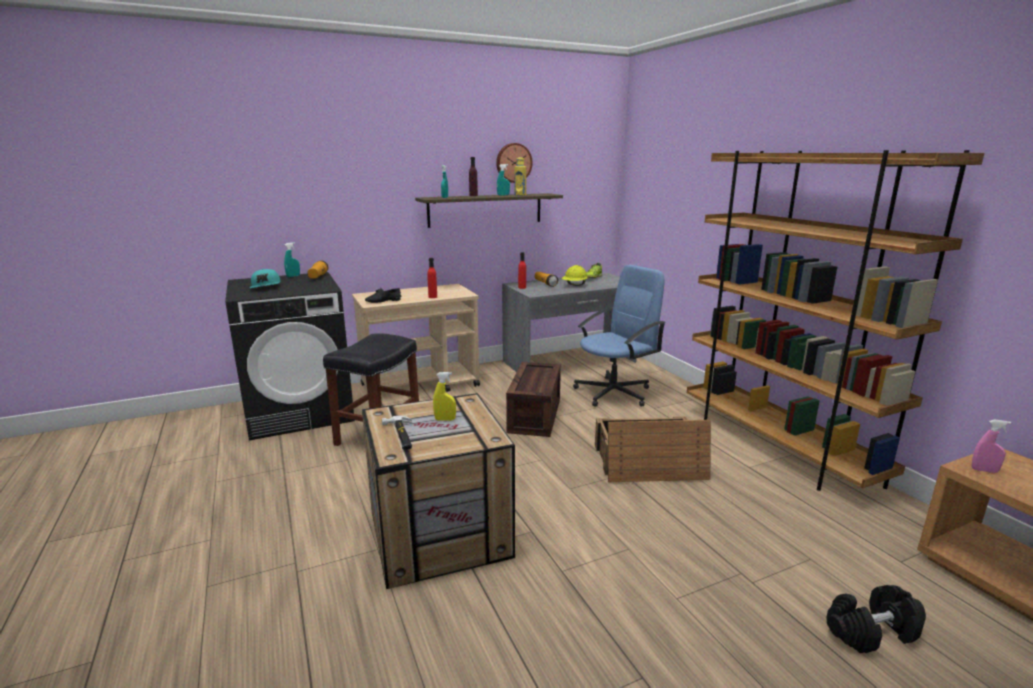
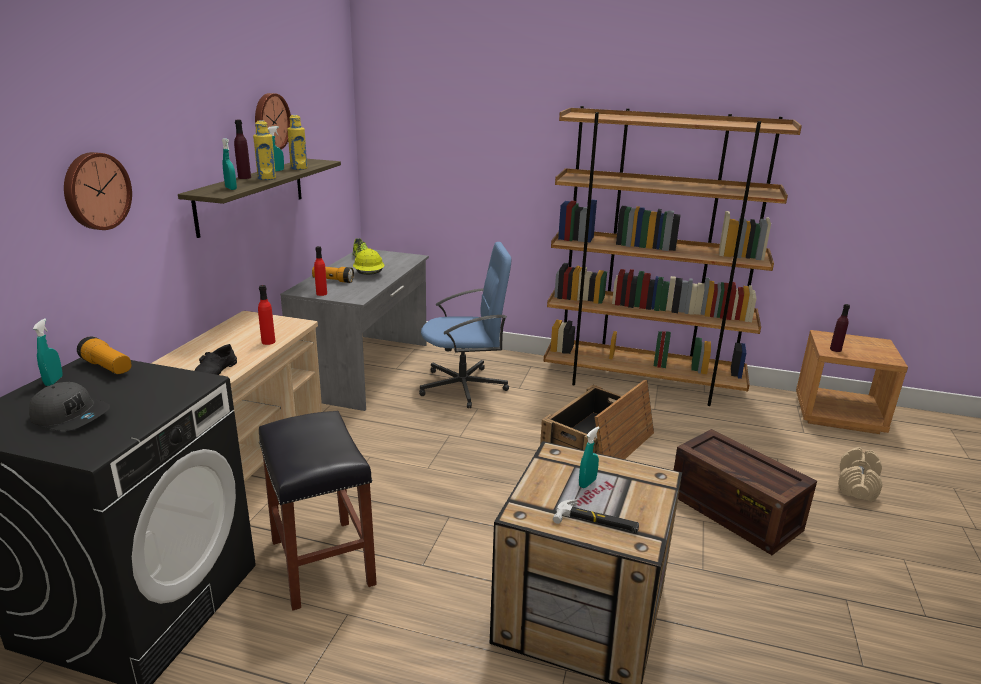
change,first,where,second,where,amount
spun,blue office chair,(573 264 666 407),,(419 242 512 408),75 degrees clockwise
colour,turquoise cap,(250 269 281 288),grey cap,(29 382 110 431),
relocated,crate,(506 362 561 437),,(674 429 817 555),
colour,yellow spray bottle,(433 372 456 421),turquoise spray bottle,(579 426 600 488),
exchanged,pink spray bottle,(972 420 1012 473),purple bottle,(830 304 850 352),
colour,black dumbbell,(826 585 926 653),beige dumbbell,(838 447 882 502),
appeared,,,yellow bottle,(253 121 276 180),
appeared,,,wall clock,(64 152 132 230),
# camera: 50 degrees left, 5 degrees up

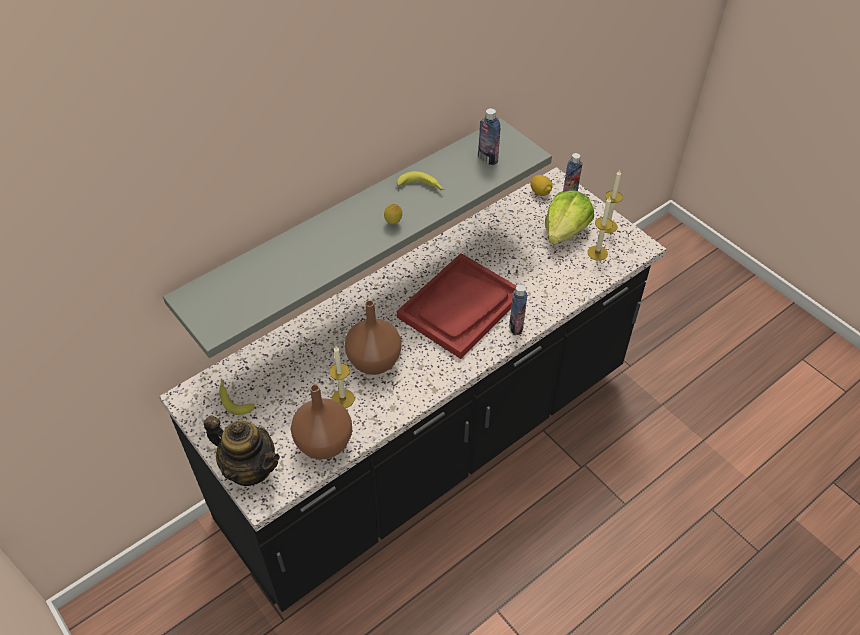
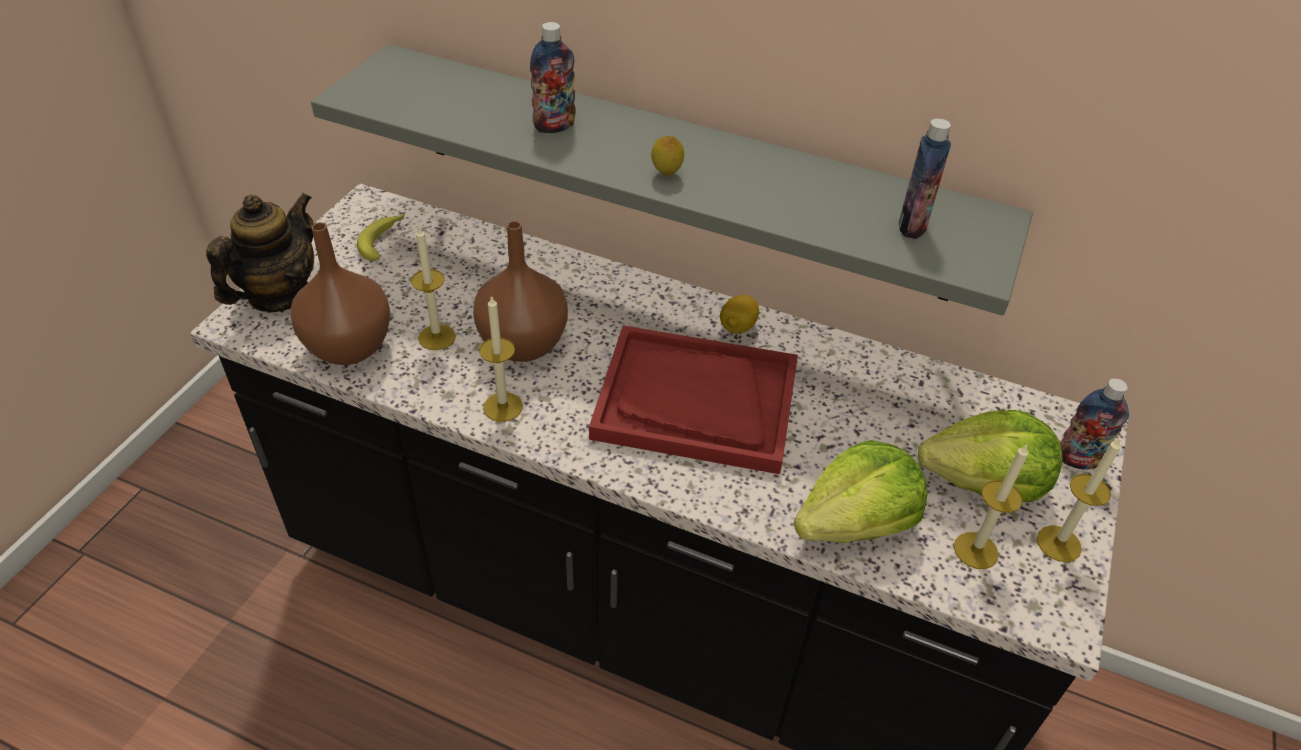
change,first,where,second,where,amount
missing,banana,(397 171 444 190),,,
relocated,lemon,(531 175 552 196),,(720 295 759 334),
relocated,bottle,(509 284 527 335),,(530 22 576 133),
spun,teapot,(204 415 280 486),,(206 192 314 312),150 degrees counterclockwise
appeared,,,candle,(479 295 523 422),
appeared,,,lettuce,(793 440 928 543),
# camera: 60 degrees right, 5 degrees down

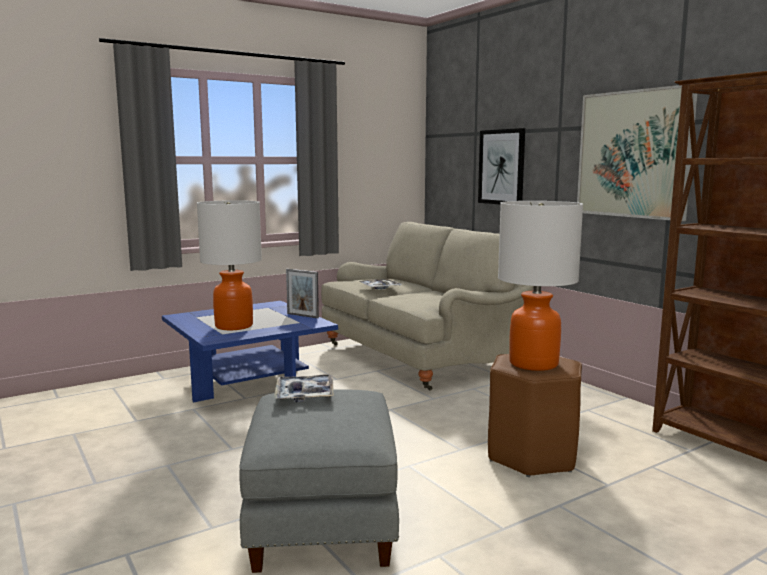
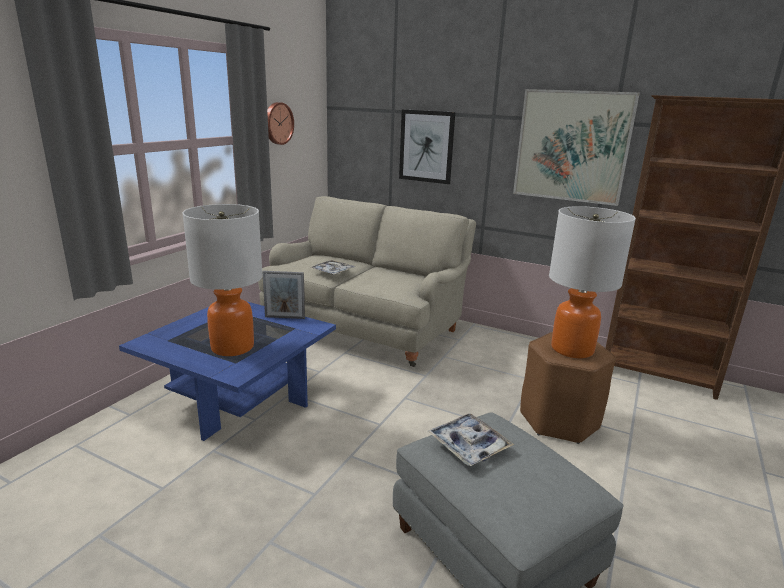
change,first,where,second,where,amount
appeared,,,wall clock,(267 102 294 145),
# camera: 30 degrees left, 10 degrees up

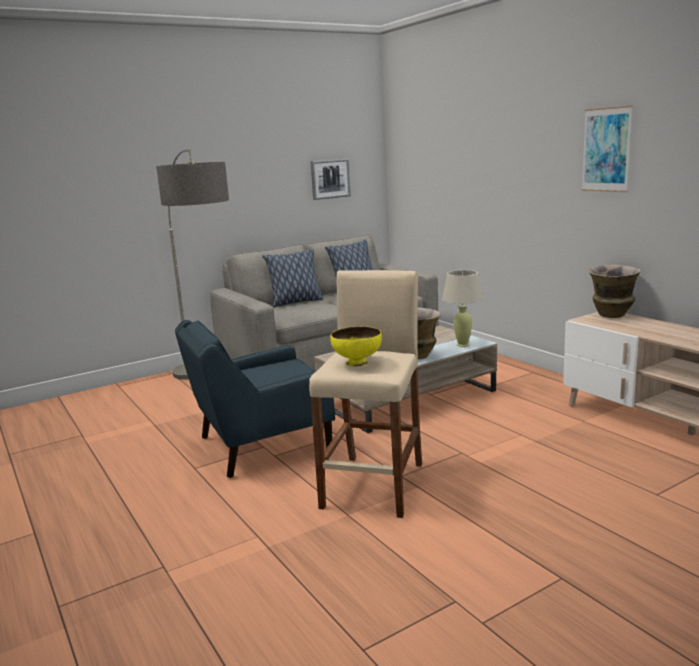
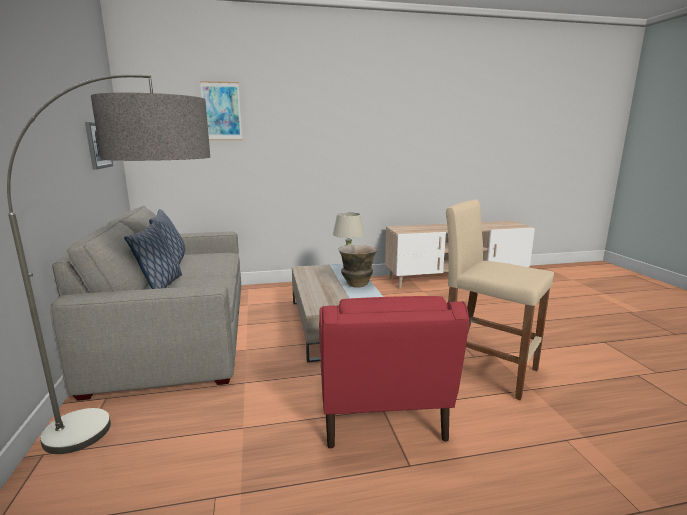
change,first,where,second,where,amount
relocated,picture,(581 106 633 192),,(200 81 242 140),
missing,vase,(588 265 641 318),,,
colour,blue armchair,(175 320 335 478),red armchair,(319 296 469 449),
missing,yellow bowl,(330 326 382 367),,,
# camera: 70 degrees left, 0 degrees up

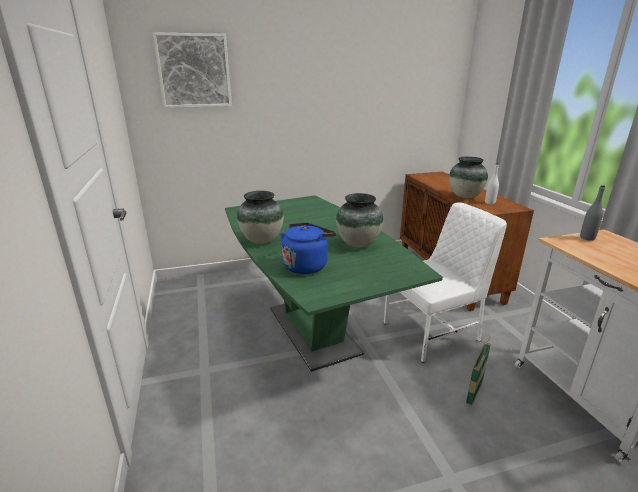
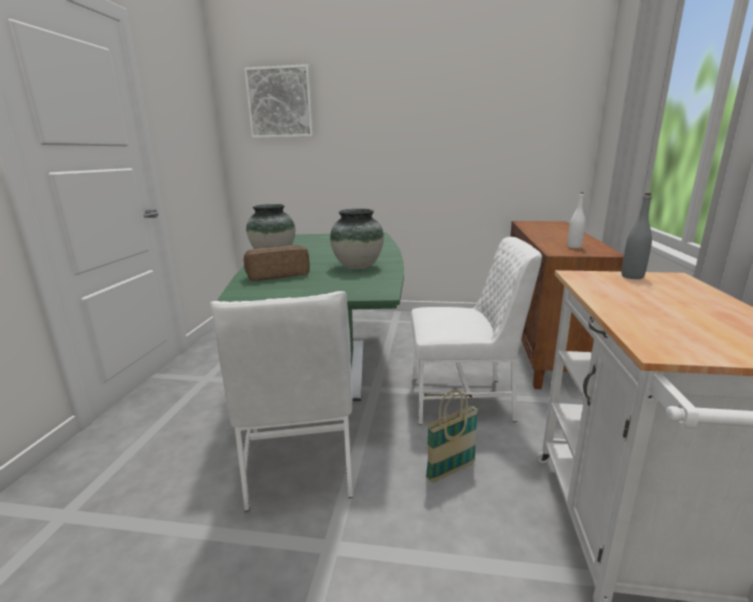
change,first,where,second,where,amount
missing,vase,(449 156 488 199),,,
exchanged,blue kettle,(281 222 336 274),bread,(243 245 310 281),
appeared,,,white chair,(210 291 353 512),
# camera: 25 degrees right, 5 degrees down

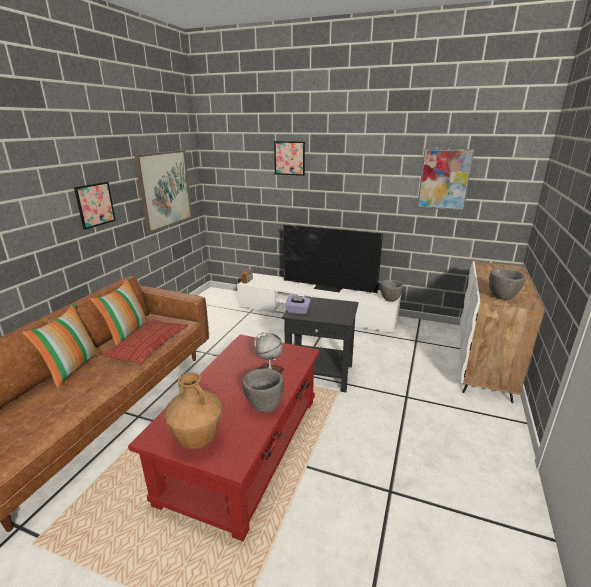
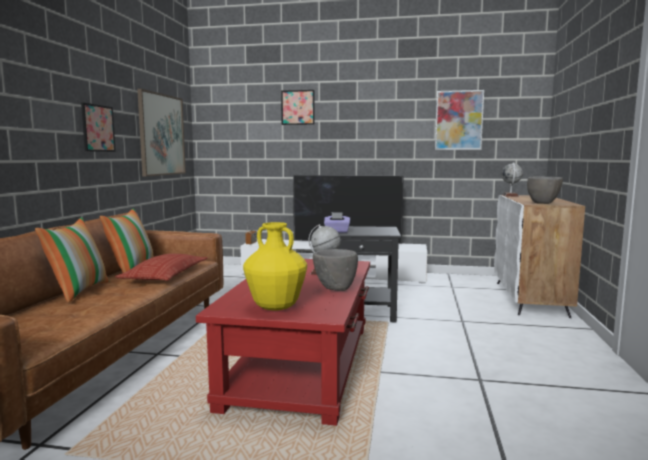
change,first,where,second,where,amount
missing,grey bowl,(380 280 403 302),,,
colour,brown vase,(164 373 222 449),yellow vase,(243 222 307 311),
appeared,,,globe,(501 162 523 197),
# camera: 10 degrees left, 15 degrees down

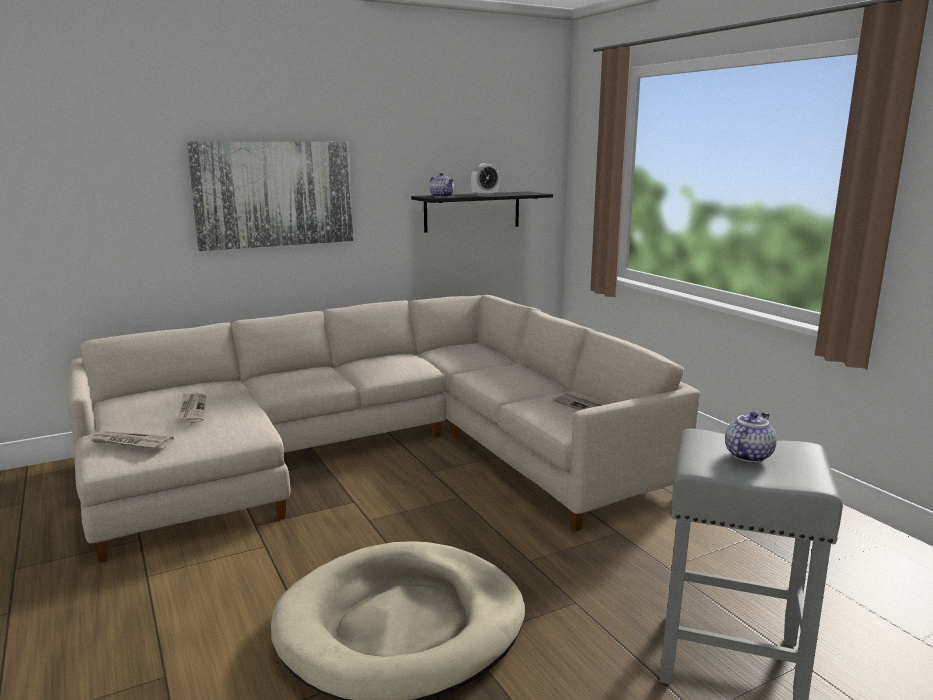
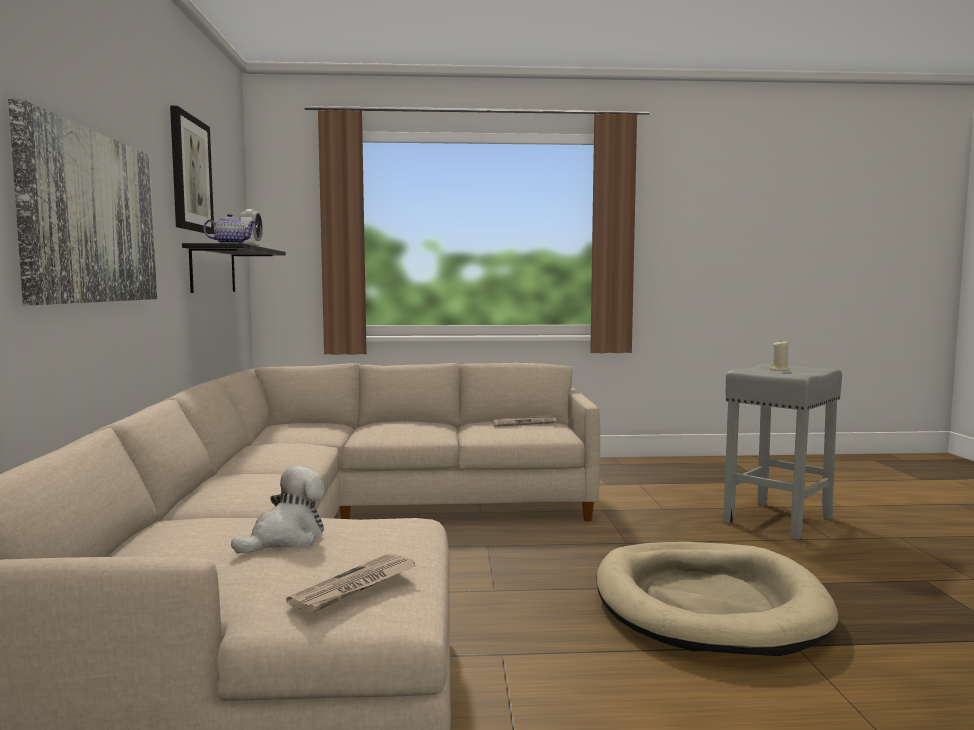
change,first,where,second,where,amount
exchanged,newspaper,(176 393 206 423),plush toy,(231 466 325 554),
exchanged,teapot,(725 411 777 462),beige candle,(770 342 790 371),
appeared,,,picture,(170 106 214 234),
# camera: 65 degrees left, 10 degrees down

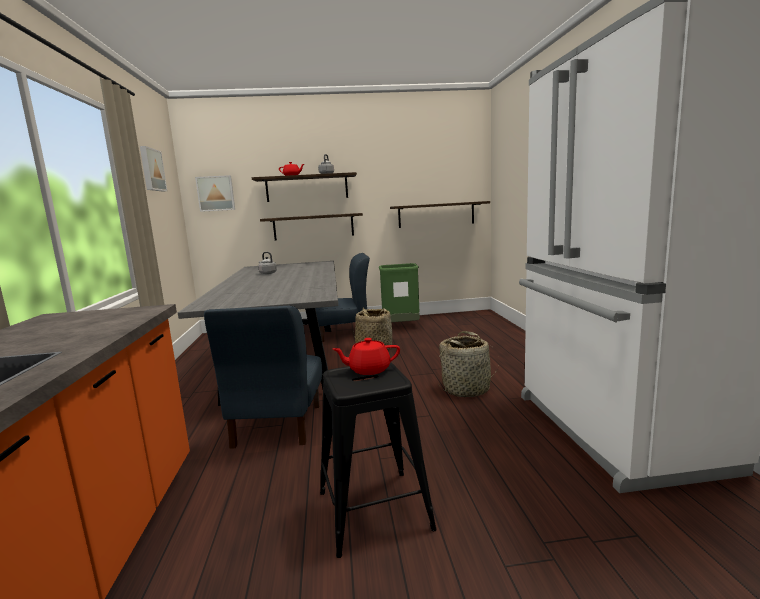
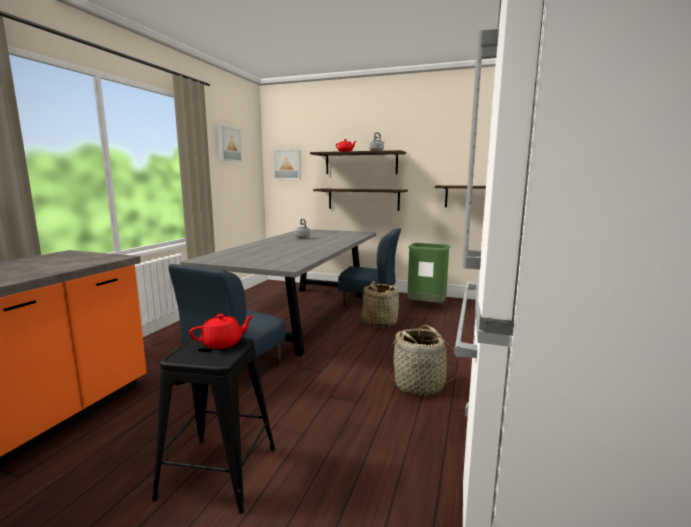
change,first,where,second,where,amount
spun,red teapot,(333 338 400 375),,(189 314 254 349),135 degrees clockwise
# camera: 25 degrees right, 0 degrees up

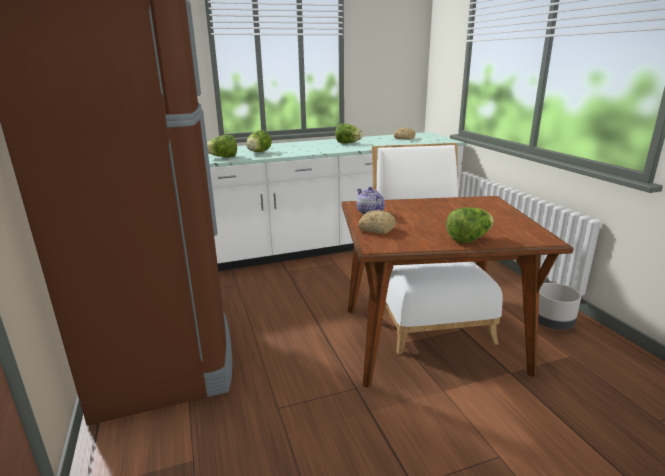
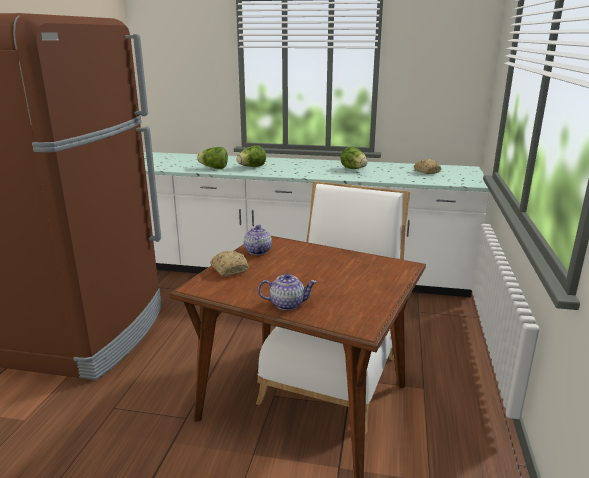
change,first,where,second,where,amount
exchanged,lettuce,(446 207 494 243),teapot,(258 273 317 310),
missing,grey planter,(538 283 581 330),,,
# camera: 30 degrees right, 0 degrees up

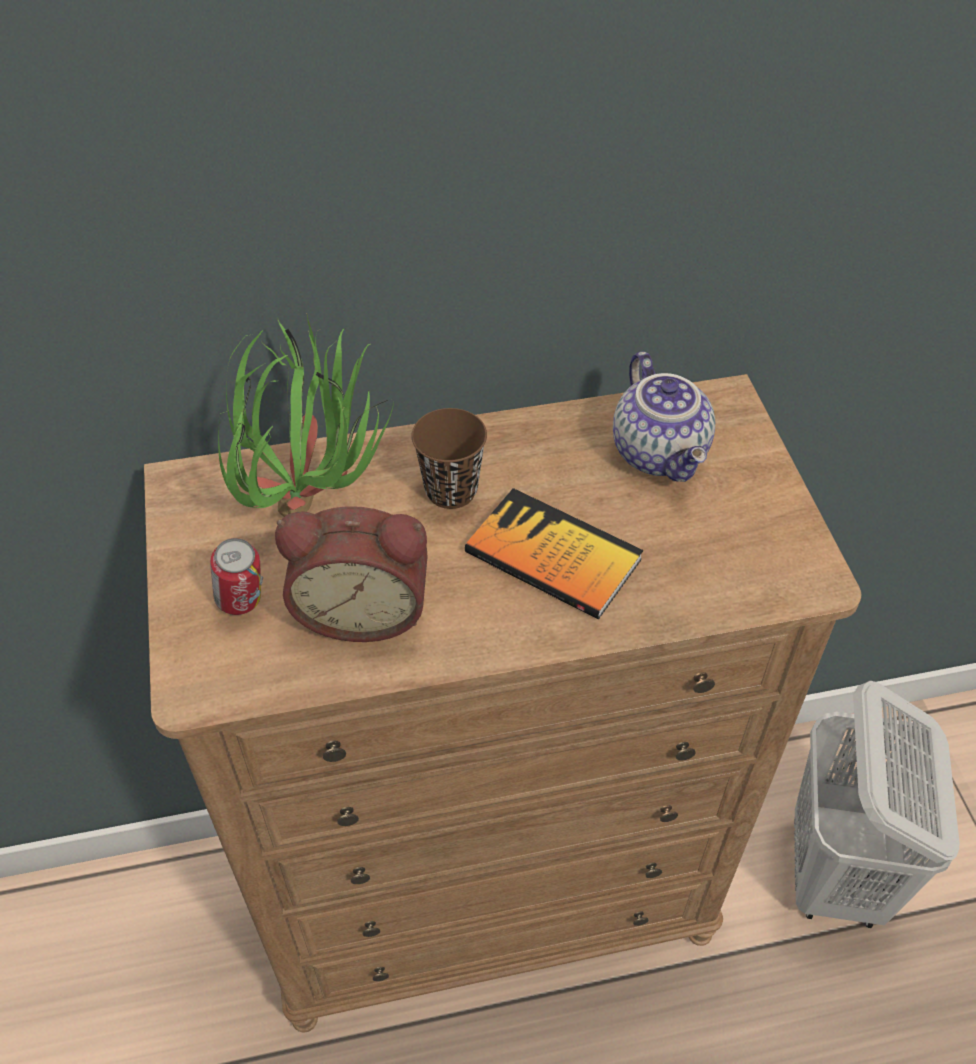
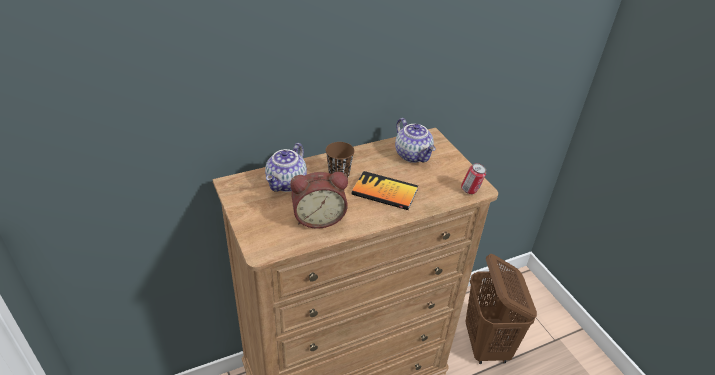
change,first,where,second,where,amount
exchanged,potted plant,(218 313 394 517),teapot,(265 143 307 192),
relocated,can,(210 538 263 615),,(461 163 486 194),
colour,white laundry basket,(794 681 960 928),brown laundry basket,(465 254 537 364),
# camera: 15 degrees left, 10 degrees down

